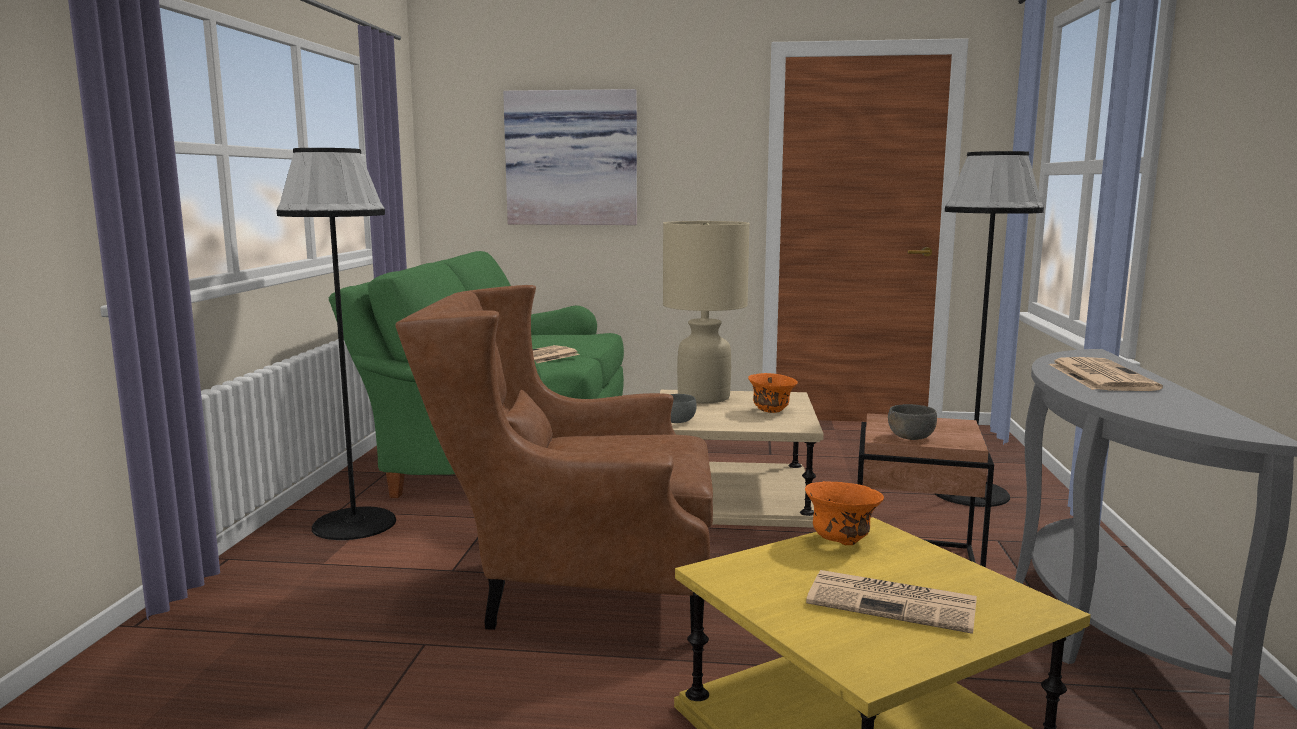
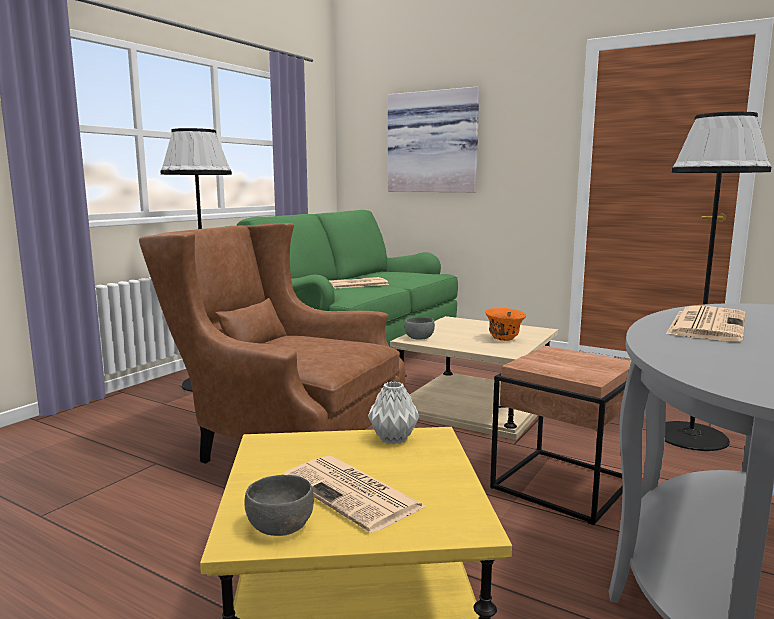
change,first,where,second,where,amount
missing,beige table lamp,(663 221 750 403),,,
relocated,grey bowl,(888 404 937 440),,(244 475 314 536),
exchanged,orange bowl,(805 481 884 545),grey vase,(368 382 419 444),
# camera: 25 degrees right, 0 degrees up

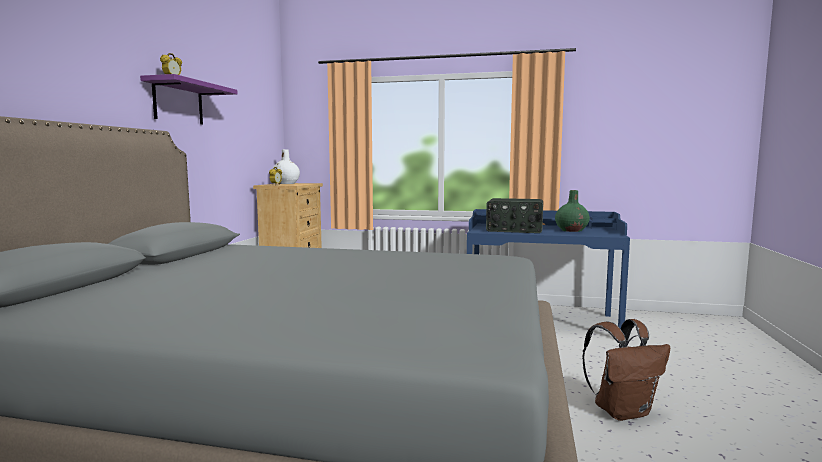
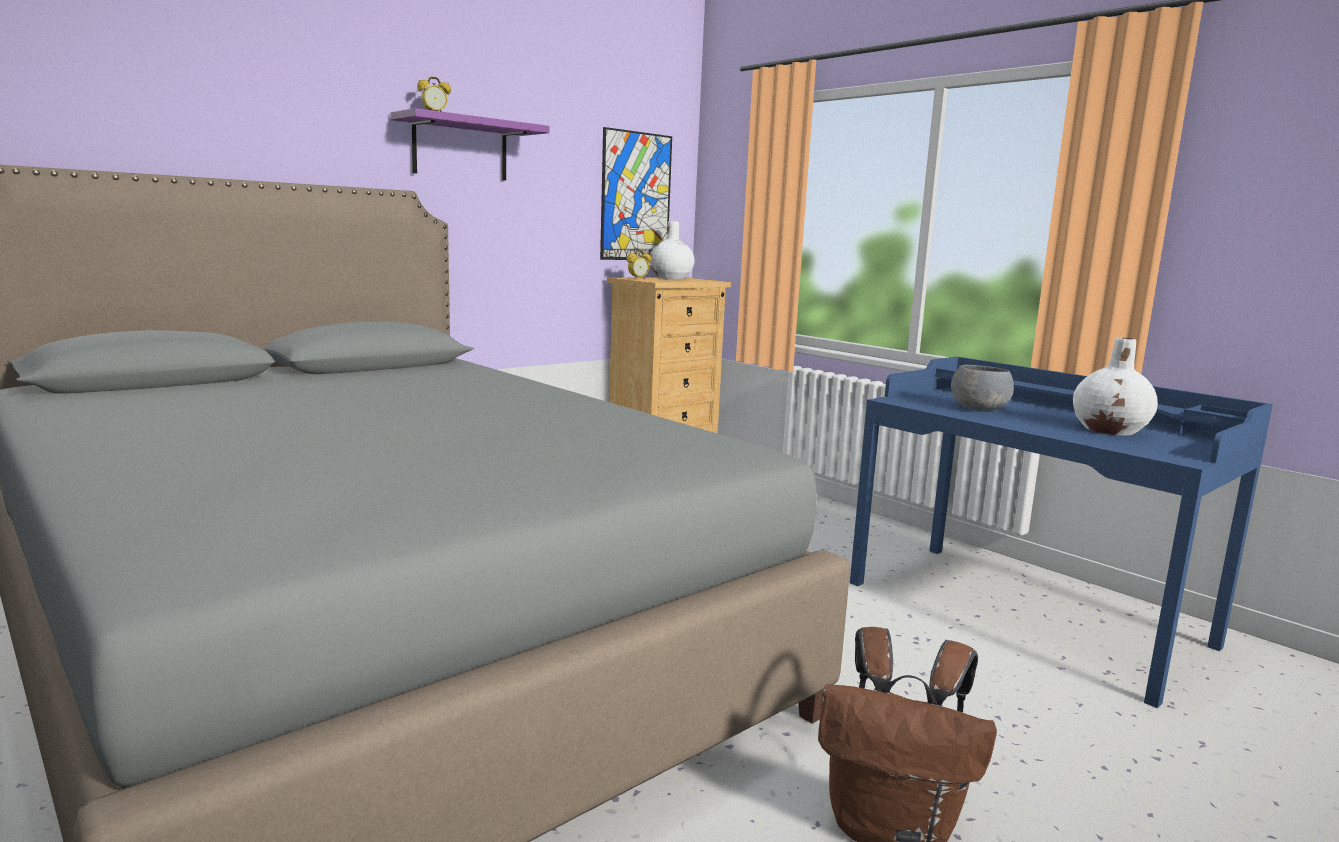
change,first,where,second,where,amount
colour,green vase,(555 190 590 232),white vase,(1073 337 1158 435),
exchanged,radio,(486 198 543 233),grey bowl,(951 365 1014 411),
appeared,,,picture,(600 127 672 260),
# camera: 35 degrees right, 5 degrees up

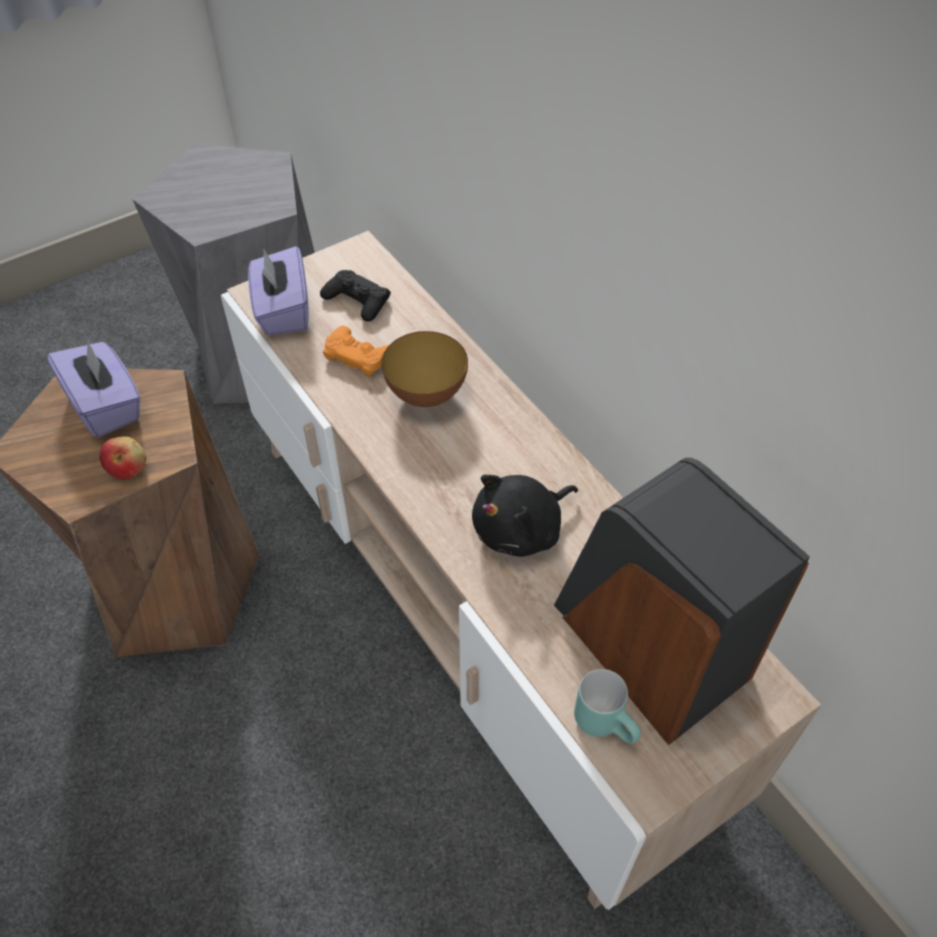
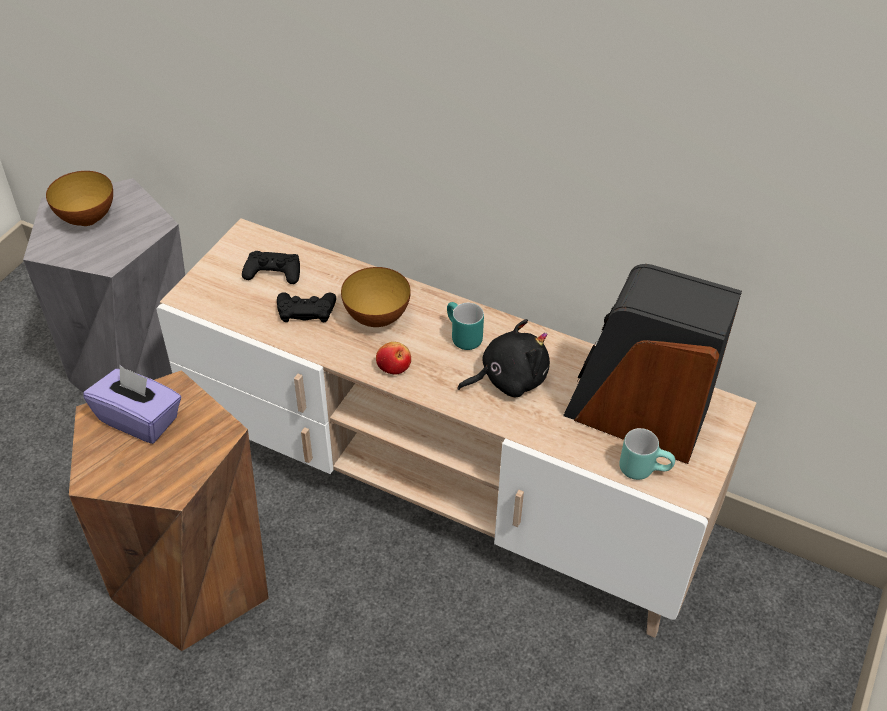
change,first,where,second,where,amount
missing,purple tissue box,(248 246 309 335),,,
colour,orange game controller,(323 326 389 377),black game controller,(277 292 336 322),
relocated,apple,(99 437 146 479),,(376 342 411 375),
spun,black plush toy,(472 475 578 557),,(458 319 550 397),135 degrees counterclockwise
appeared,,,bowl,(46 171 113 226),
appeared,,,turquoise mug,(447 302 484 350),
# camera: 30 degrees left, 5 degrees down

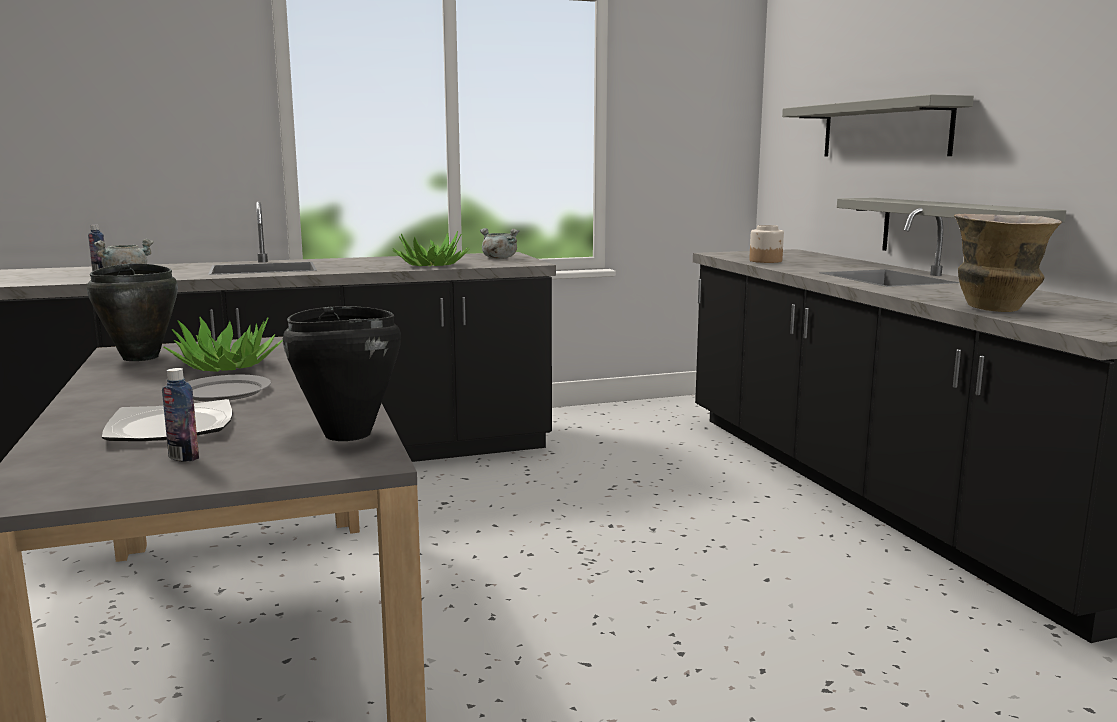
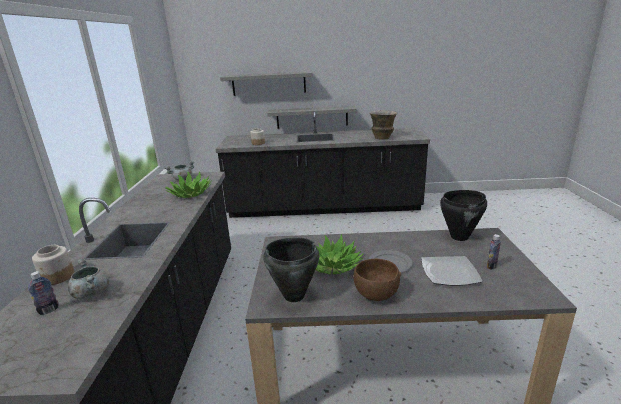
change,first,where,second,where,amount
appeared,,,jar,(32 245 74 285),
appeared,,,brown bowl,(353 259 401 301),
# camera: 70 degrees left, 10 degrees up

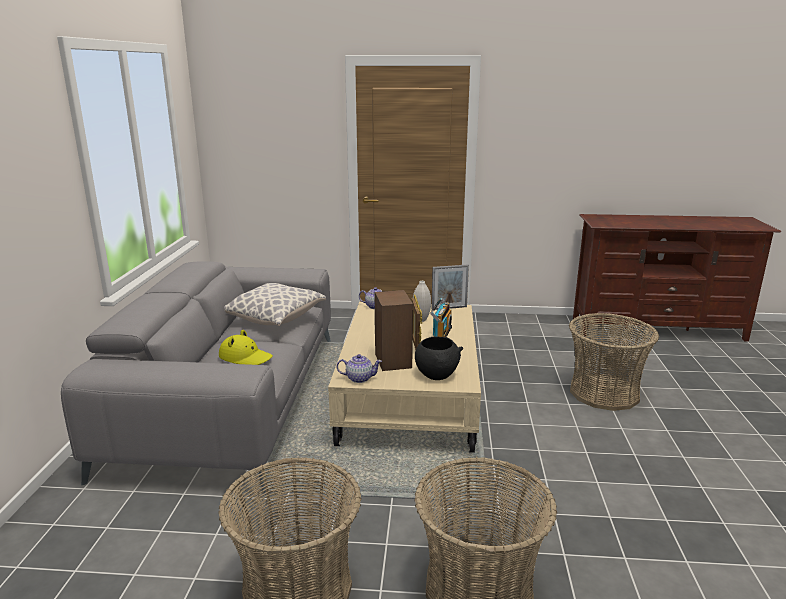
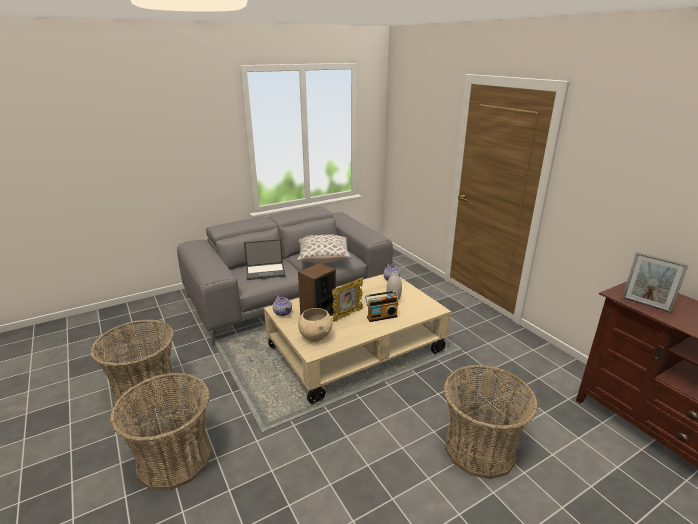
change,first,where,second,where,amount
relocated,picture frame,(431 265 469 310),,(622 252 689 313),
exchanged,yellow hat,(219 330 273 365),laptop,(244 239 286 280),
colour,black bowl,(415 336 463 380),beige bowl,(298 308 332 342),
# camera: 55 degrees right, 5 degrees up

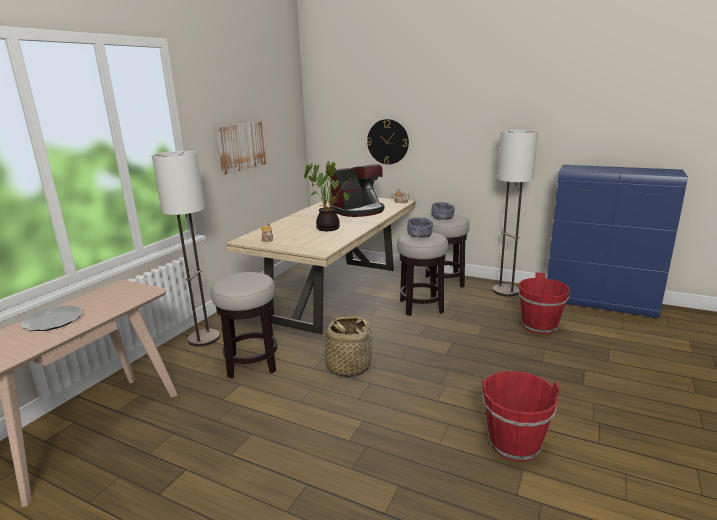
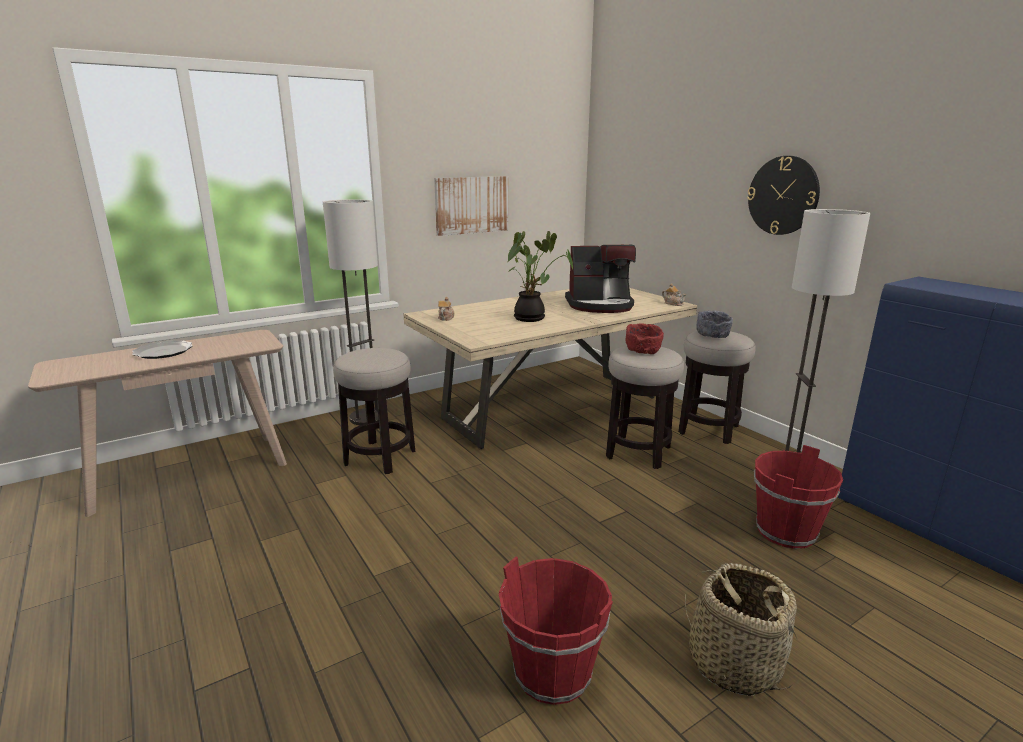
change,first,where,second,where,amount
relocated,wall clock,(367 119 409 165),,(747 156 820 235),
colour,grey bowl,(407 217 433 238),red bowl,(626 324 664 354),
relocated,basket,(318 316 376 377),,(685 563 798 696),
# camera: 30 degrees right, 0 degrees up

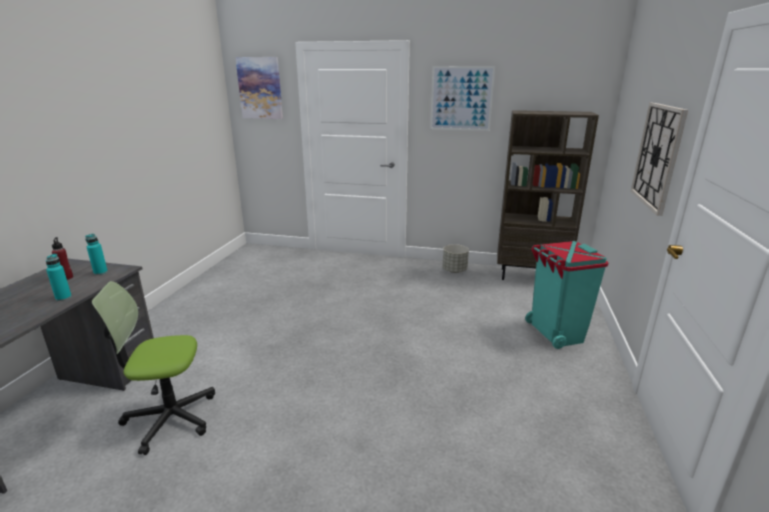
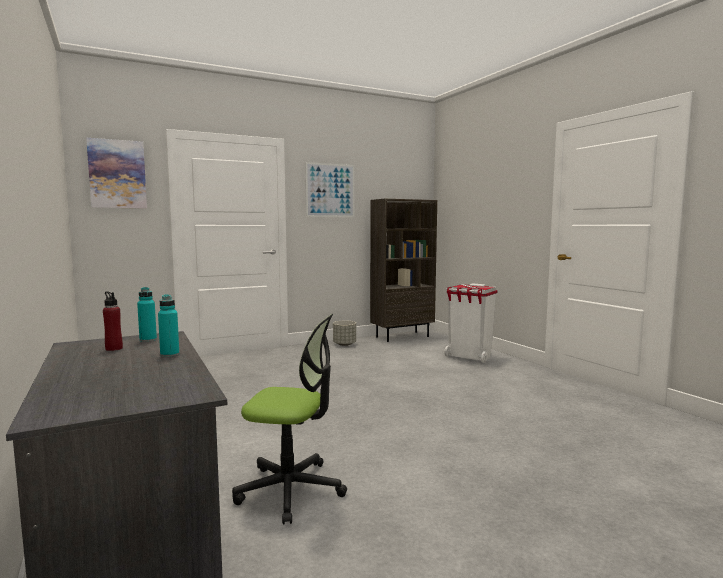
change,first,where,second,where,amount
missing,wall clock,(631 103 688 216),,,
colour,turquoise trash can,(525 241 608 349),white trash can,(444 283 498 363),
spun,office chair,(91 281 215 455),,(232 314 347 524),120 degrees counterclockwise
# camera: 40 degrees left, 15 degrees down

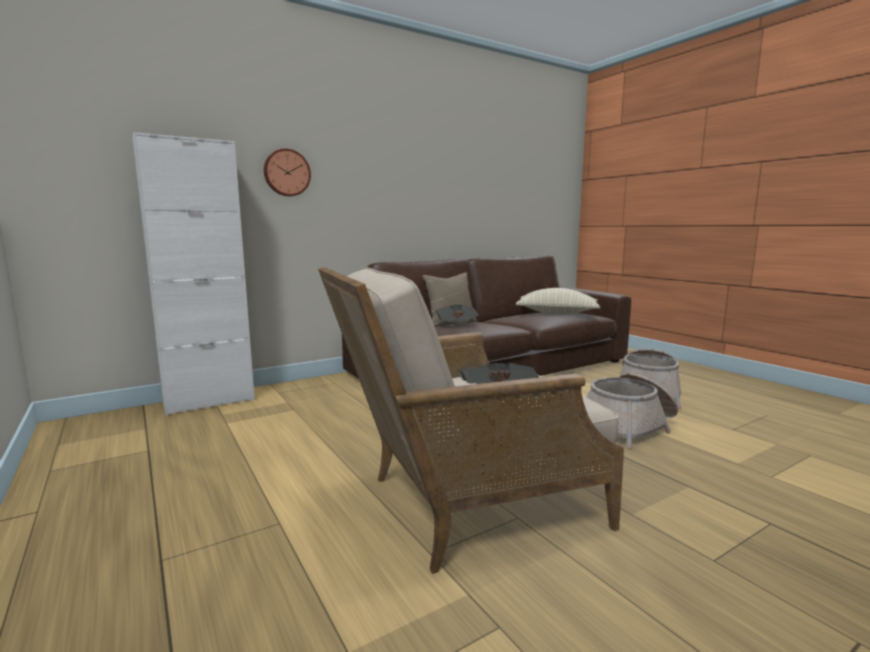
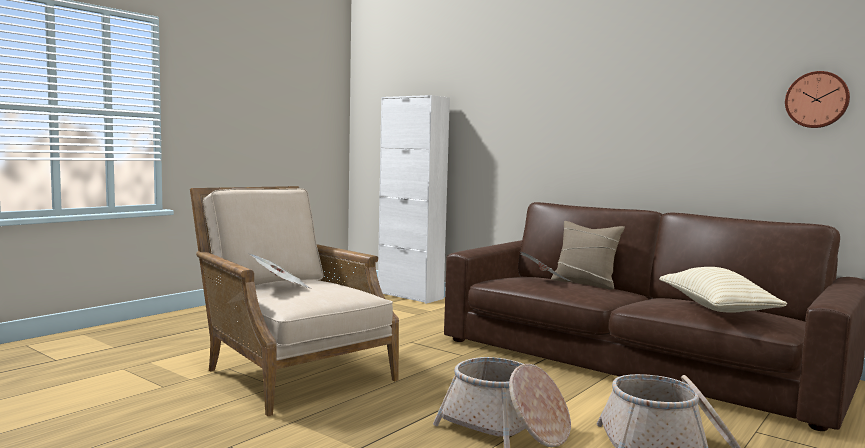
change,first,where,second,where,amount
relocated,wall clock,(264 149 311 196),,(785 71 850 128),
# camera: 70 degrees right, 5 degrees down

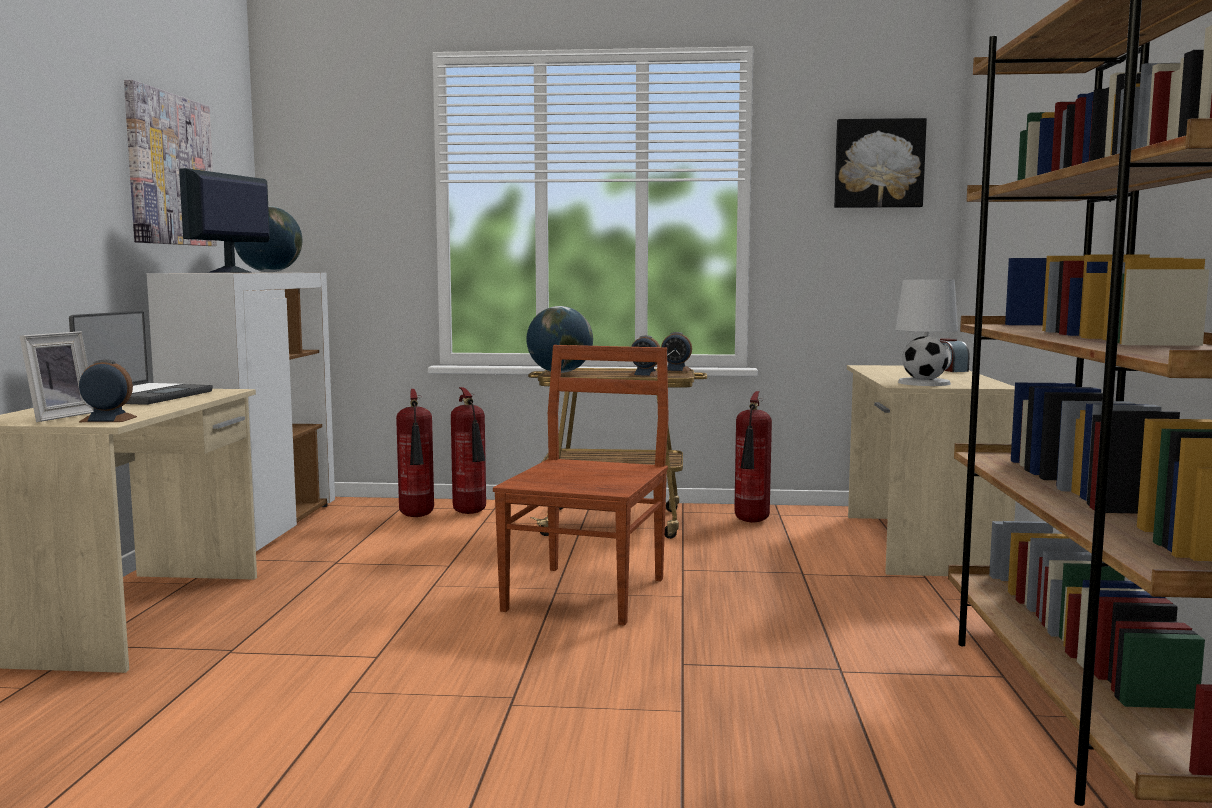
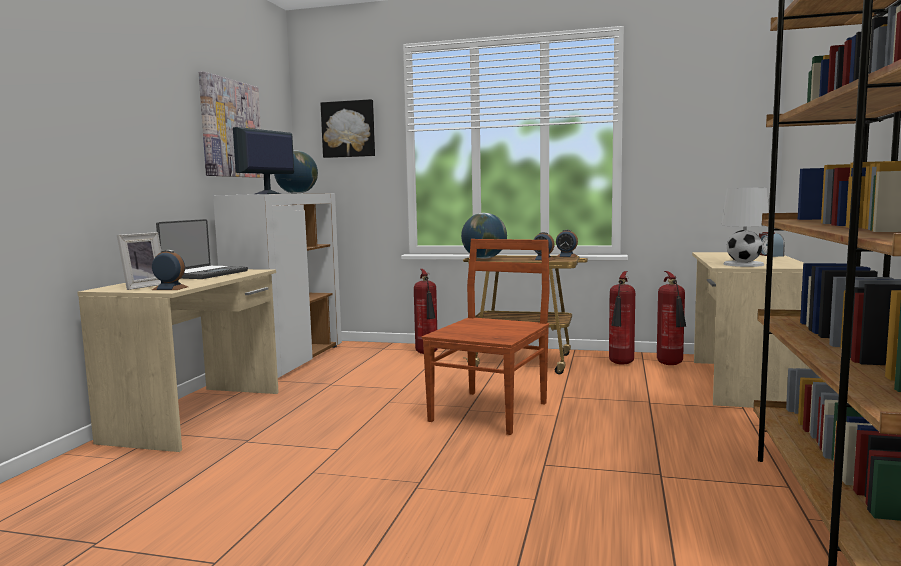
change,first,where,second,where,amount
relocated,picture,(834 118 927 208),,(321 99 375 158),
relocated,fire extinguisher,(396 389 434 517),,(657 271 686 365),
# camera: 10 degrees right, 0 degrees up

